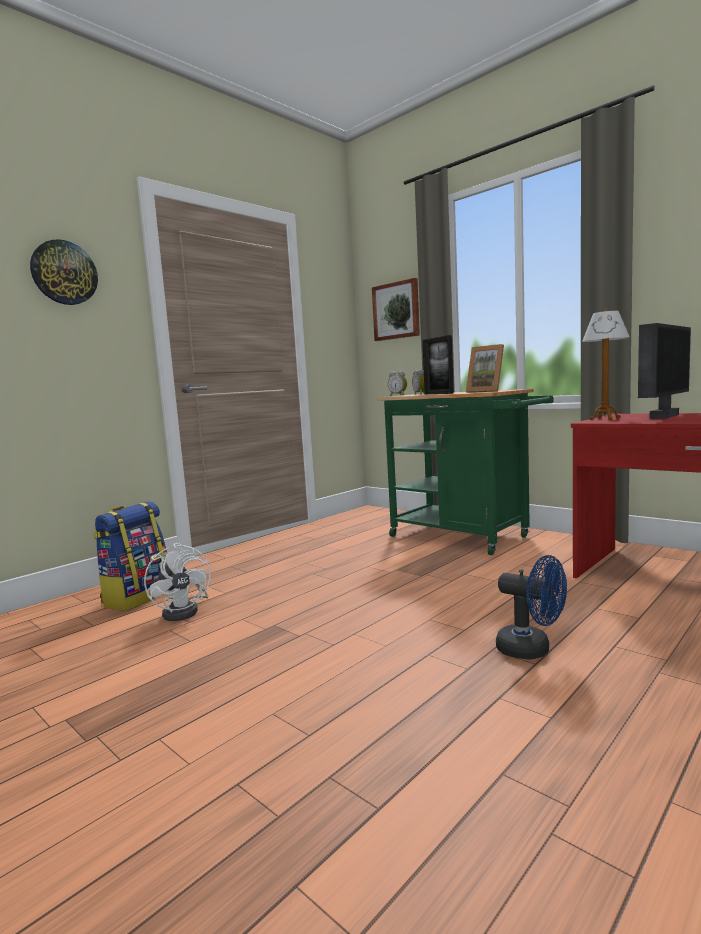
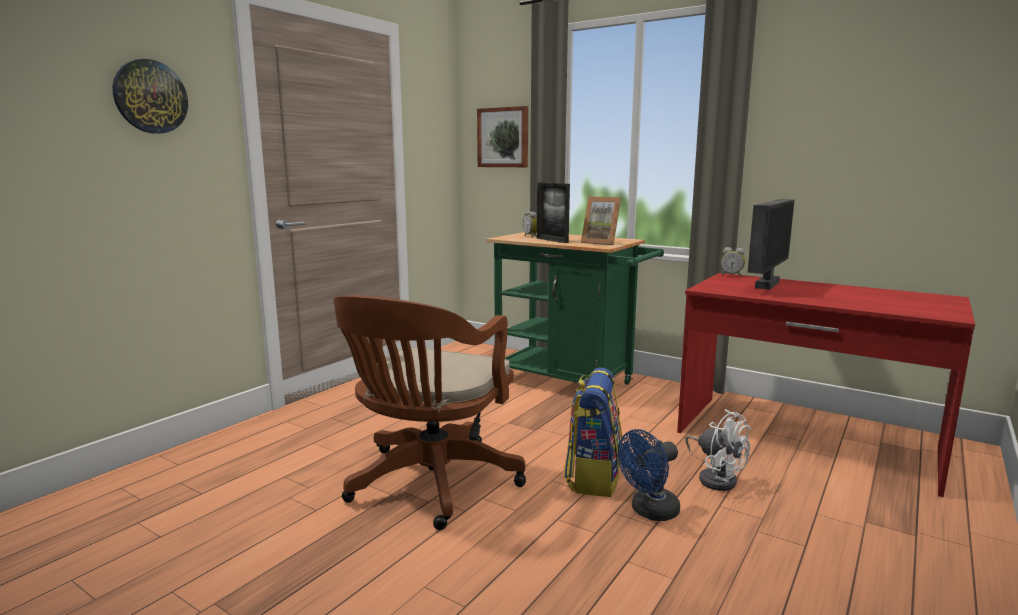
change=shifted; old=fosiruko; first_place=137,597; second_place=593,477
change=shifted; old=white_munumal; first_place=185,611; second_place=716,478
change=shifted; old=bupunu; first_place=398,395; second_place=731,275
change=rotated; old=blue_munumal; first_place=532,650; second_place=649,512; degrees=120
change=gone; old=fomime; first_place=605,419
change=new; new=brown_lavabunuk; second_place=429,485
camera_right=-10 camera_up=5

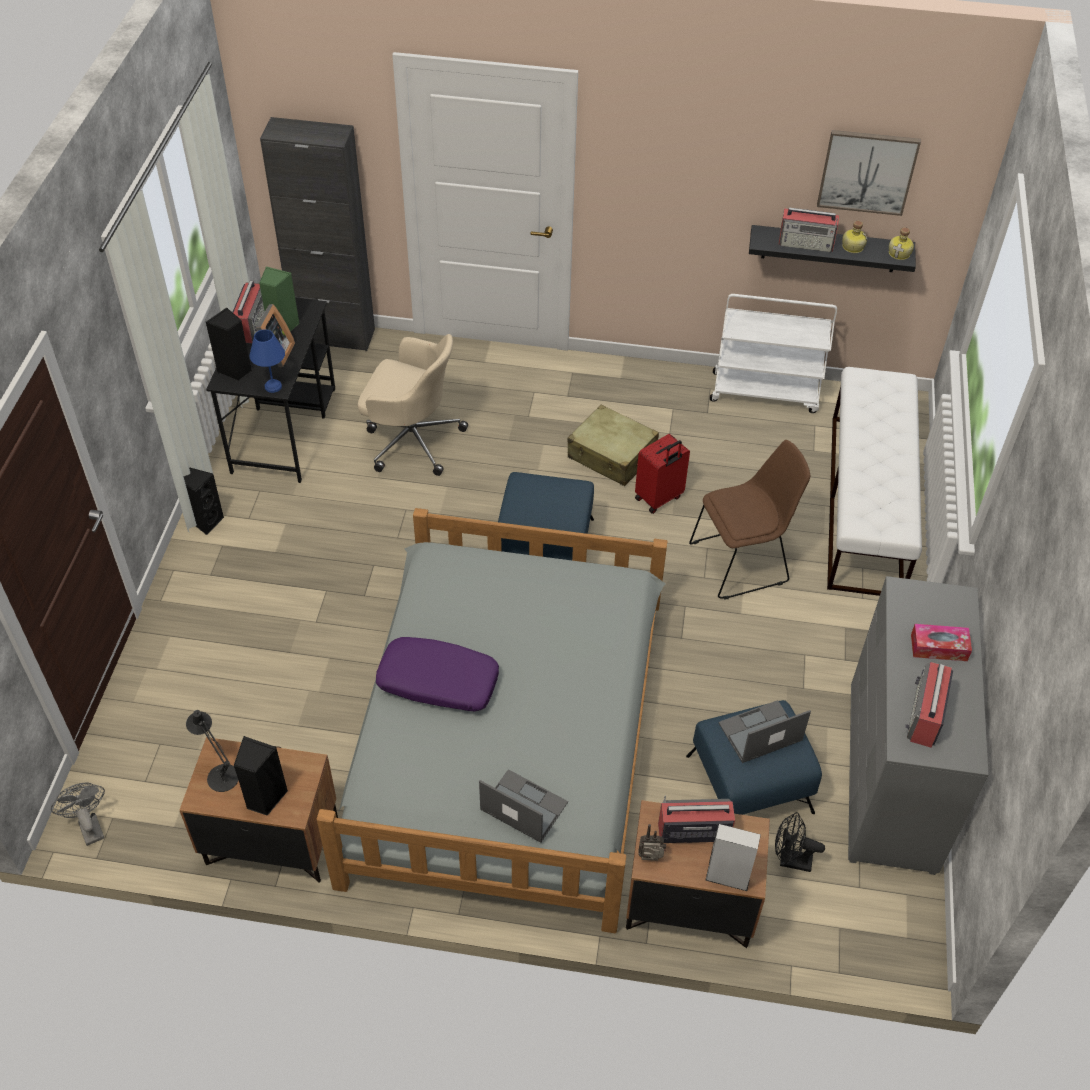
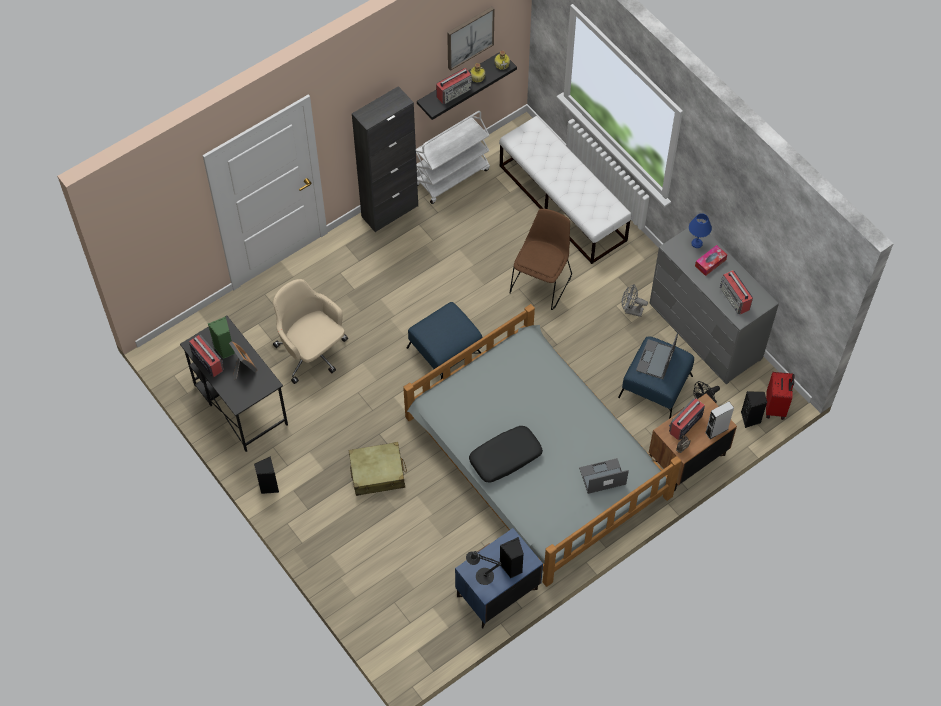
change=shifted; old=grey_munumal; first_place=89,826; second_place=631,310
change=repainted; old=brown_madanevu; new=blue_madanevu; first_place=271,842; second_place=497,593
change=shifted; old=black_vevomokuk; first_place=235,370; second_place=751,419
change=shifted; old=blue_fomime; first_place=272,386; second_place=696,244
change=shifted; old=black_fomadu; first_place=334,335; second_place=390,211
change=rotated; old=beige_lavabunuk; first_place=411,439; second_place=312,353; degrees=-105
change=repainted; old=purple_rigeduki; new=black_rigeduki; first_place=437,682; second_place=505,458
change=shifted; old=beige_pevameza; first_place=612,455; second_place=377,473
change=shifted; old=red_pevameza; first_place=659,498; second_place=776,407
camera_right=-45 camera_up=10

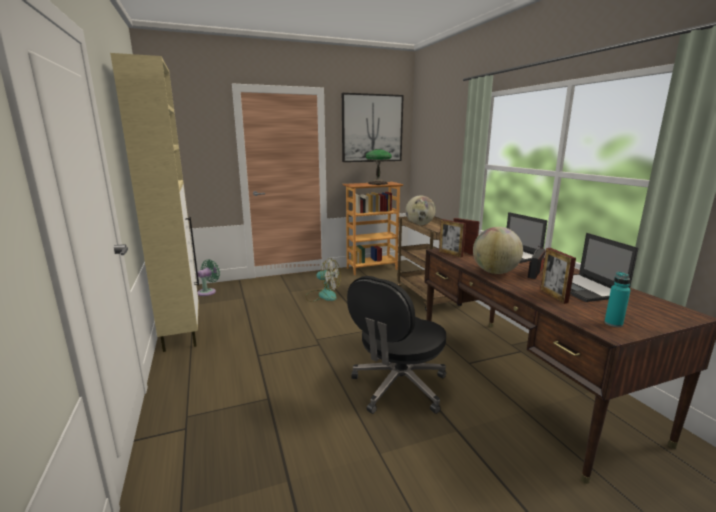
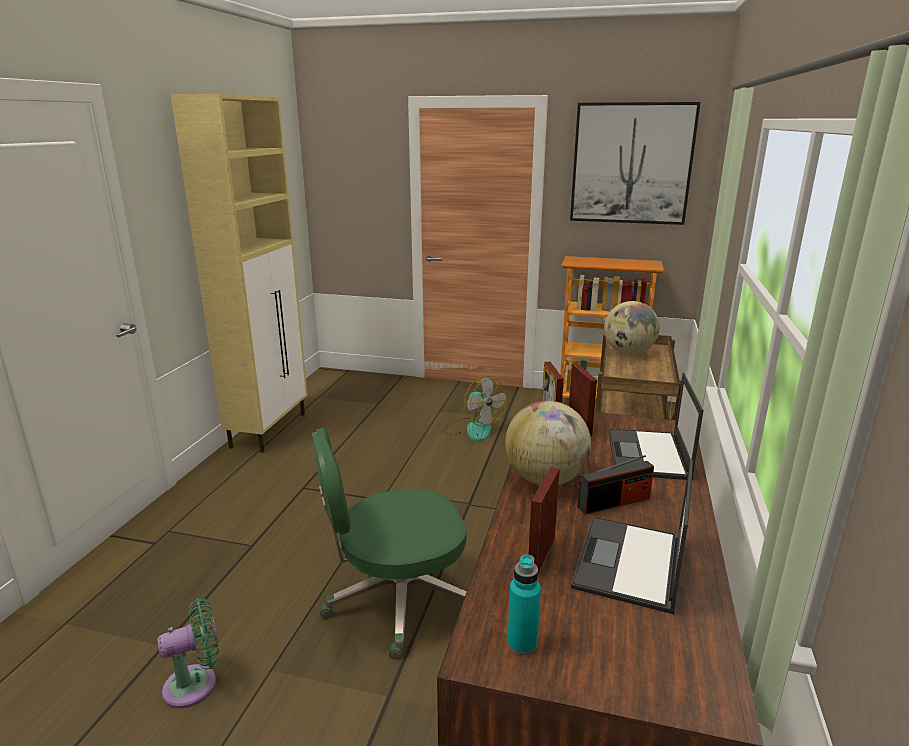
change=shifted; old=green_munumal; first_place=208,292; second_place=196,684
change=repainted; old=black_lavabunuk; new=green_lavabunuk; first_place=398,387; second_place=396,600
change=gone; old=fomime; first_place=378,183
camera_right=35 camera_up=5

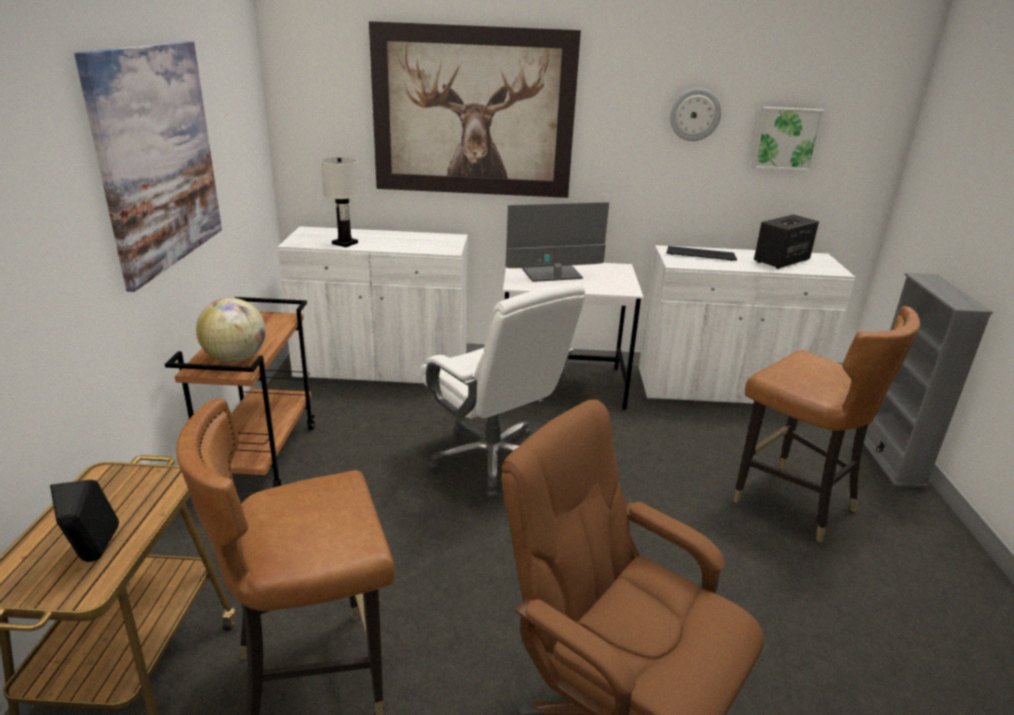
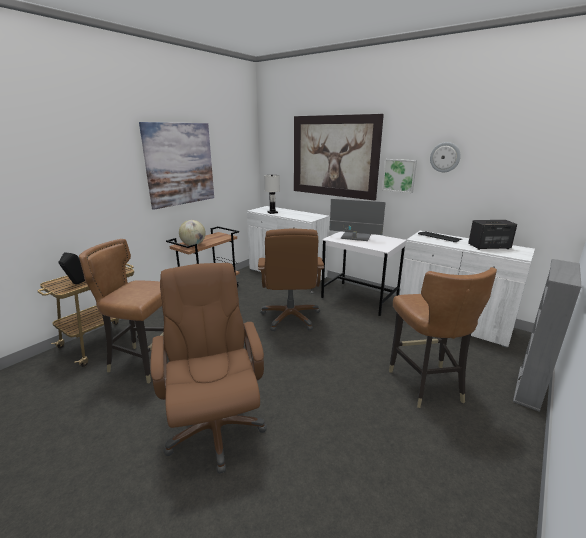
change=repainted; old=white_lavabunuk; new=brown_lavabunuk; first_place=493,460; second_place=290,317
change=shifted; old=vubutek; first_place=786,138; second_place=399,175
camera_right=35 camera_up=-5

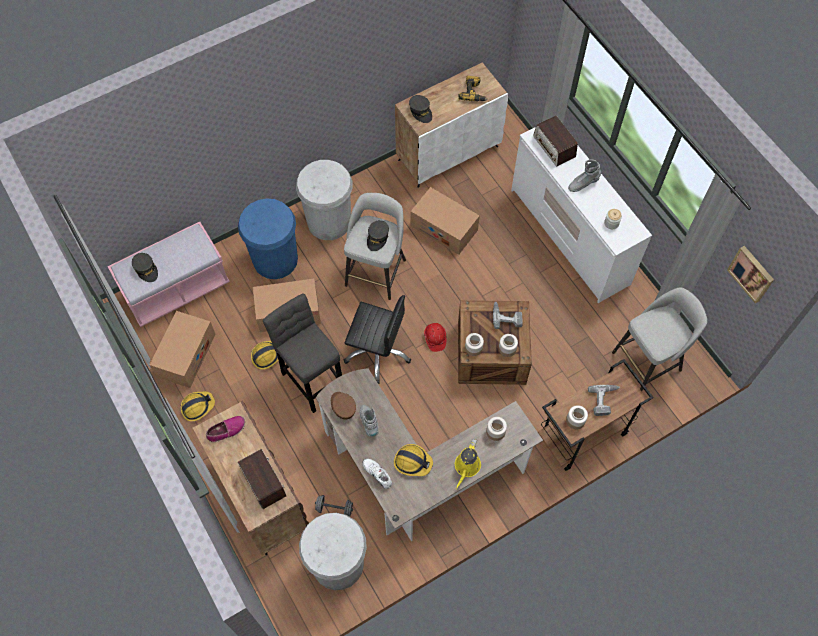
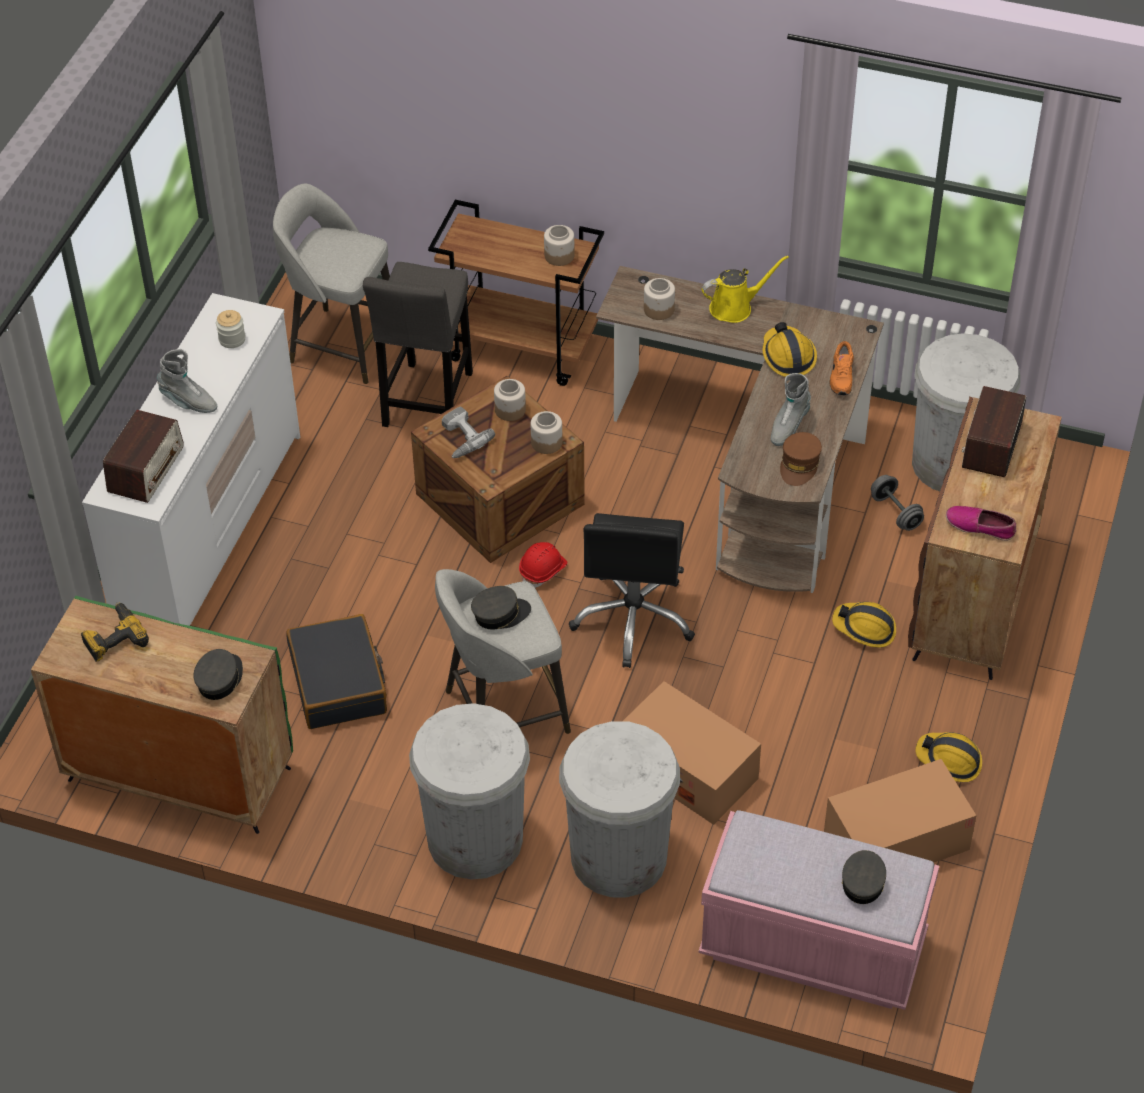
change=repainted; old=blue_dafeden; new=white_dafeden; first_place=275,259; second_place=619,857
change=shifted; old=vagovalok; first_place=267,355; second_place=865,629
change=shifted; old=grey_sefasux; first_place=311,378; second_place=427,404
change=rotated; old=black_lavabunuk; first_place=377,352; second_place=634,619; degrees=-150
change=repainted; old=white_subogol; new=orange_subogol; first_place=377,473; second_place=841,377
change=repainted; old=white_fomadu; new=green_fomadu; first_place=448,153; second_place=178,774
change=swapped; old=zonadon; new=black_pevameza; first_place=444,228; second_place=339,683
change=gone; old=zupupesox; first_place=605,400
change=gone; old=vubutek; first_place=752,273
camera_right=-130 camera_up=-15

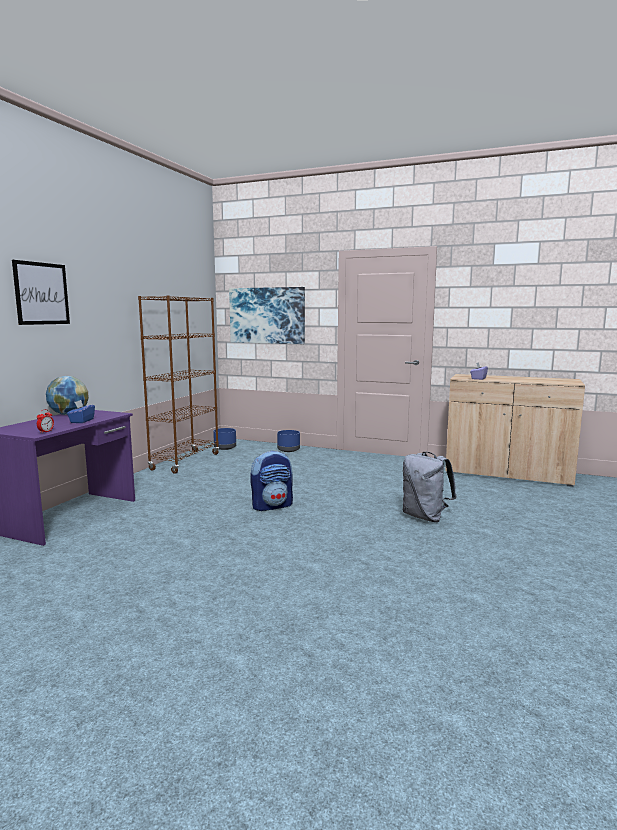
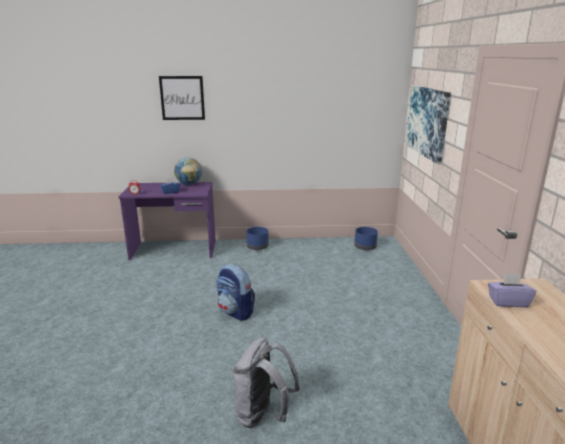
change=gone; old=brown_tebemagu; first_place=185,462
change=shifted; old=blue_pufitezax; first_place=288,450; second_place=257,247
camera_right=65 camera_up=10

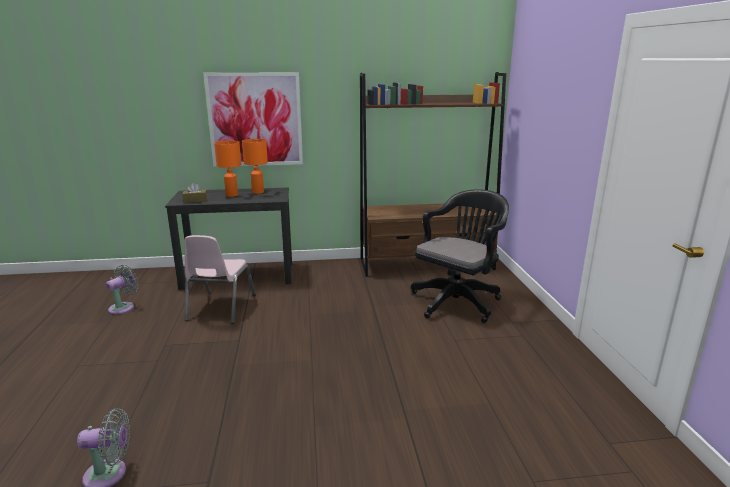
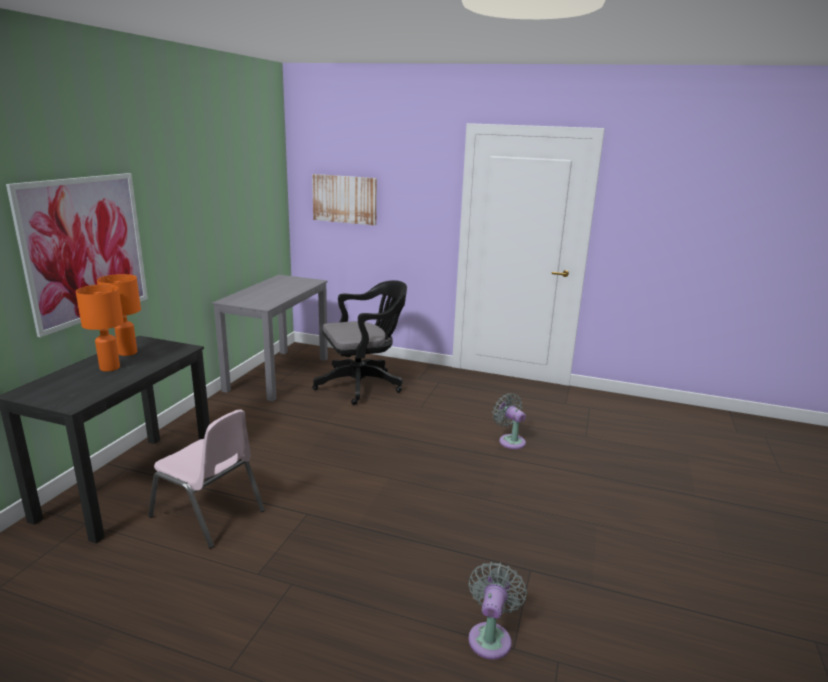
change=shifted; old=grey_munumal; first_place=124,307; second_place=510,440
change=gone; old=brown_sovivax; first_place=195,200
change=swapped; old=brown_tebemagu; new=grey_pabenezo; first_place=427,265; second_place=278,373
change=rotated; old=black_lavabunuk; first_place=458,301; second_place=363,384; degrees=90
change=new; new=vubutek; second_place=345,199
camera_right=-65 camera_up=0

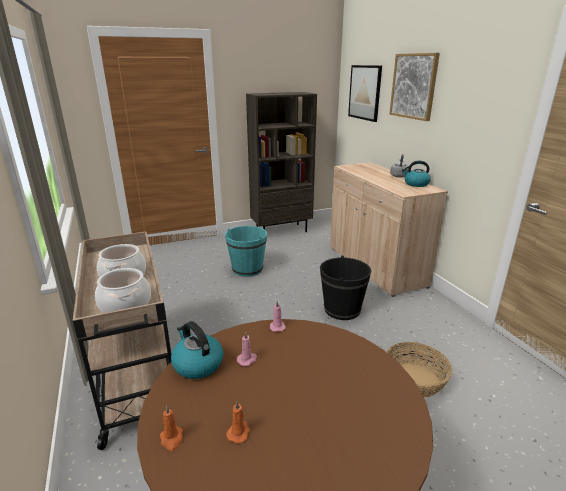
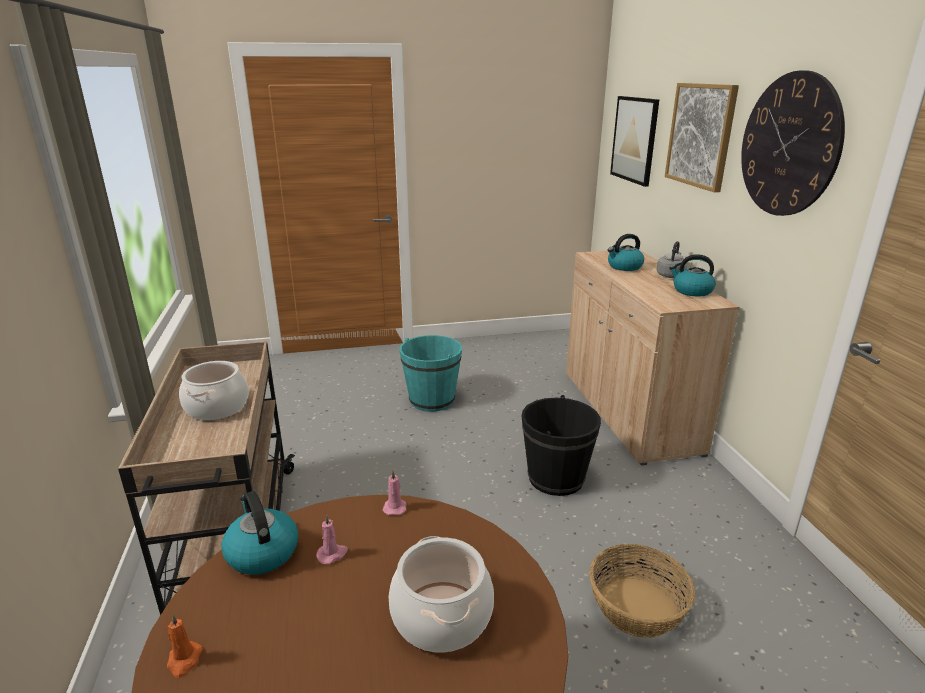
change=shifted; old=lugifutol; first_place=125,305; second_place=441,616
change=gone; old=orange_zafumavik; first_place=239,432
change=gone; old=brown_tebemagu; first_place=281,231
change=new; new=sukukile; second_place=624,267
change=new; new=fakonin; second_place=789,145
camera_right=10 camera_up=0

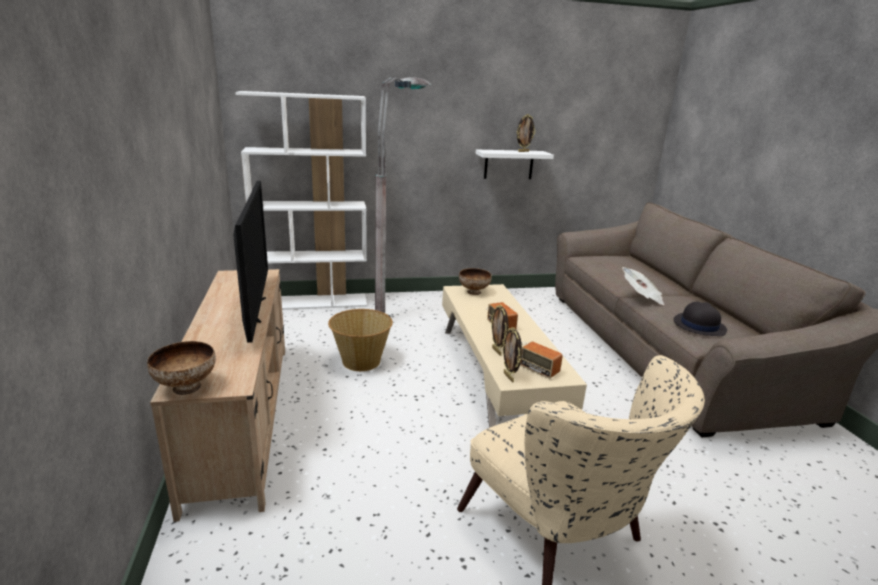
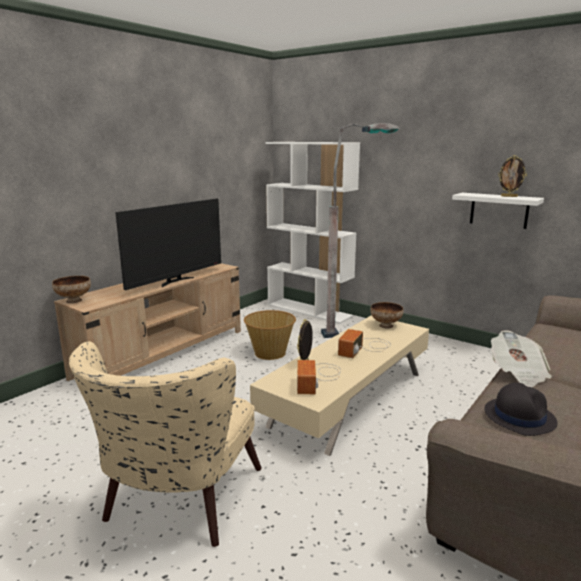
change=gone; old=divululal; first_place=509,377
camera_right=50 camera_up=-5

